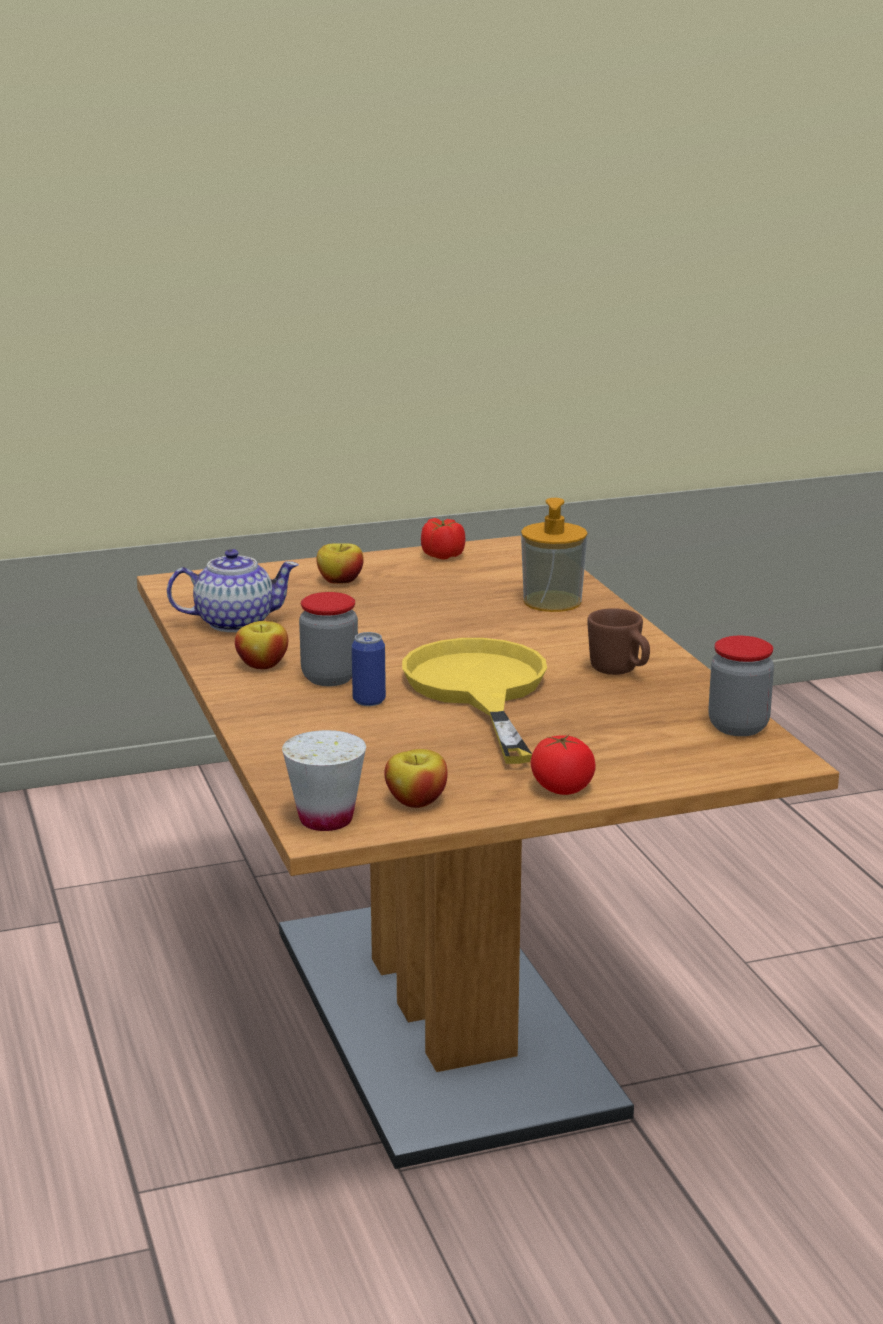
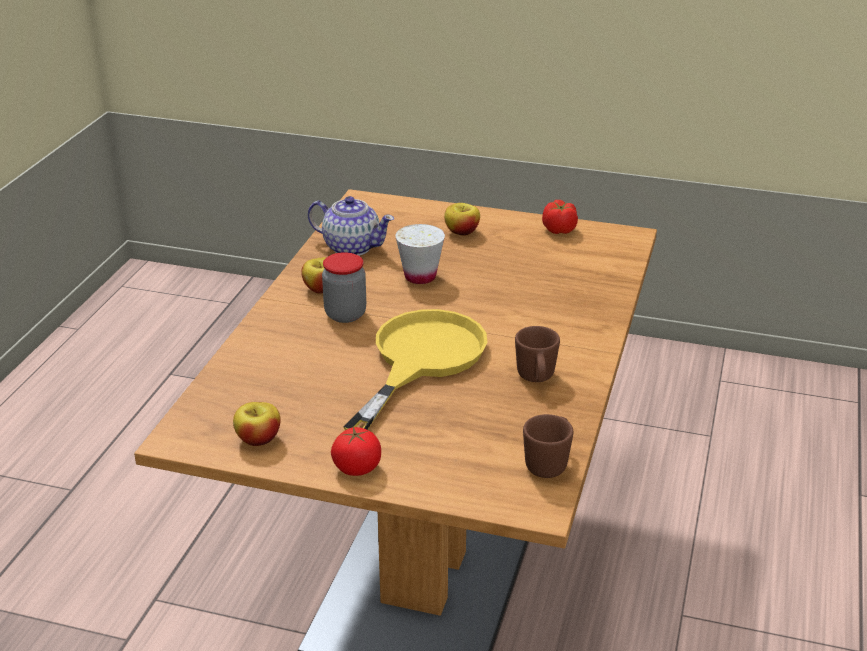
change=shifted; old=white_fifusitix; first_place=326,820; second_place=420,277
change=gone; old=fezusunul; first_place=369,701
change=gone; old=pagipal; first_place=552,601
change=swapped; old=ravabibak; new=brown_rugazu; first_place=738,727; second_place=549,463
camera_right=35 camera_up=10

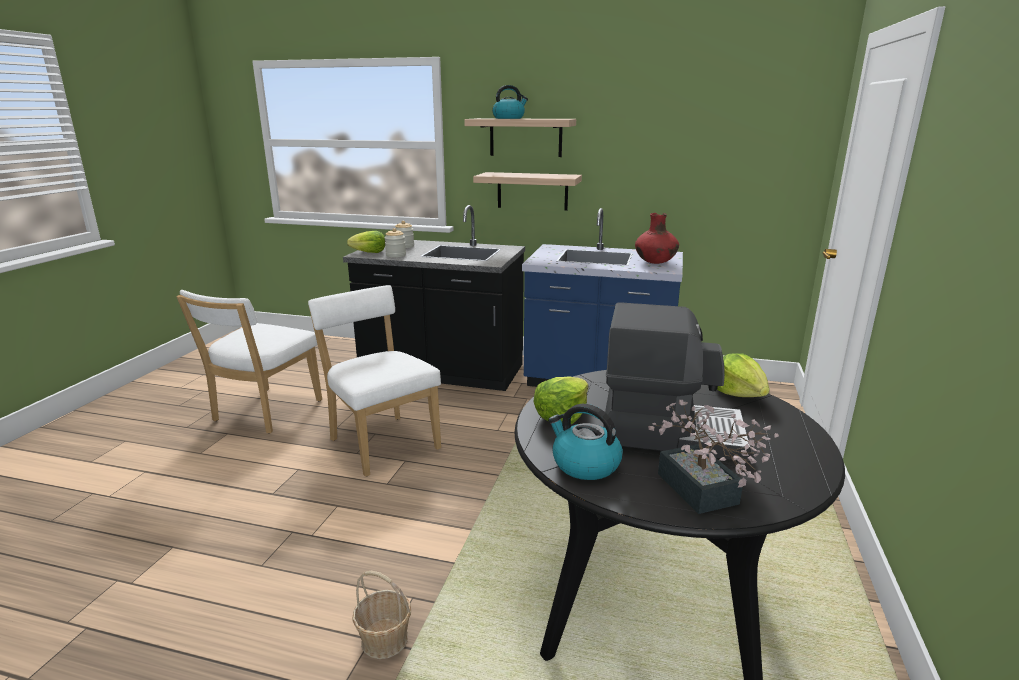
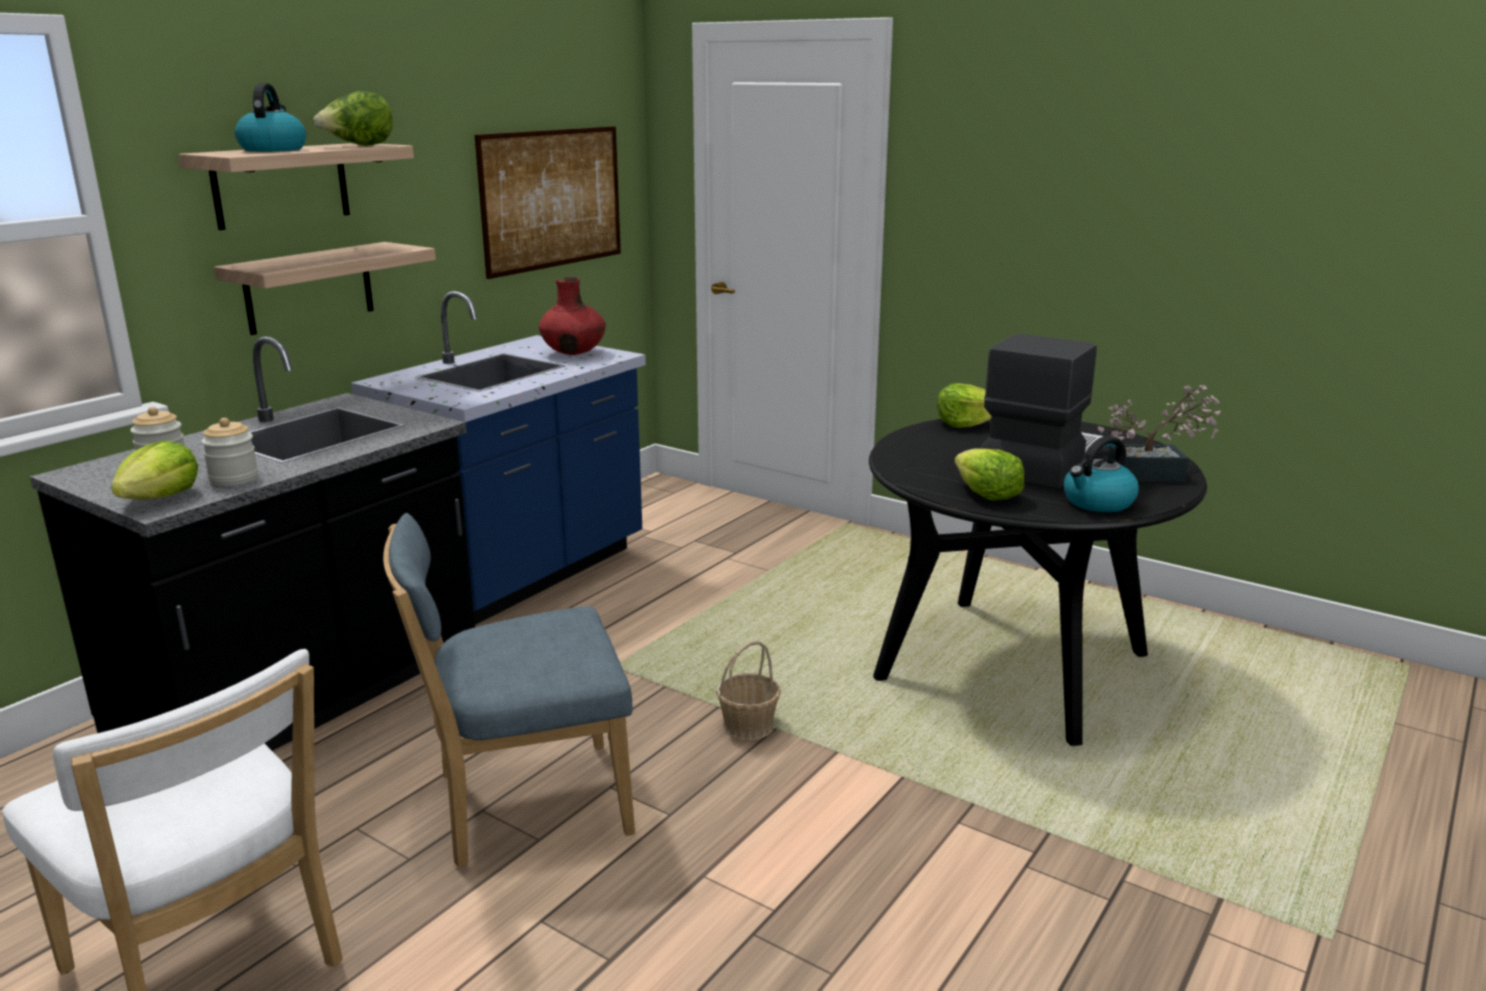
change=repainted; old=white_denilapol; new=blue_denilapol; first_place=382,442; second_place=523,805
change=shifted; old=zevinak; first_place=384,640; second_place=749,725
change=new; new=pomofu; second_place=358,146
change=new; new=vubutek; second_place=552,199
camera_right=-70 camera_up=0

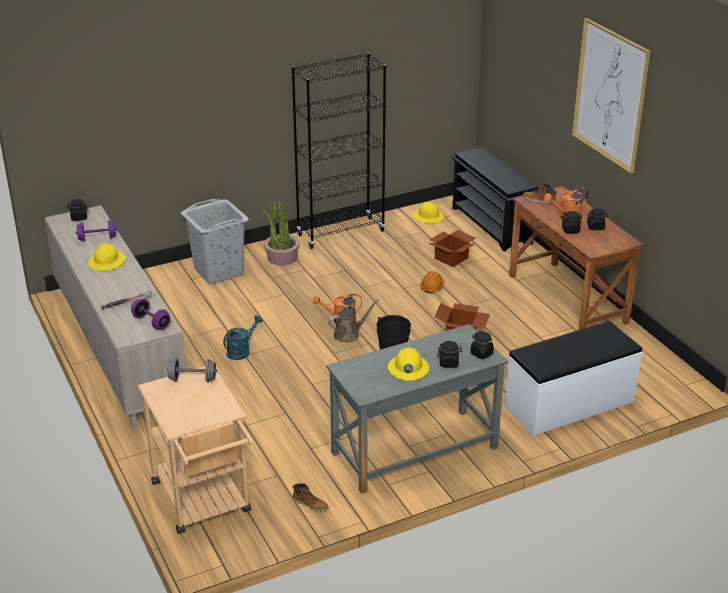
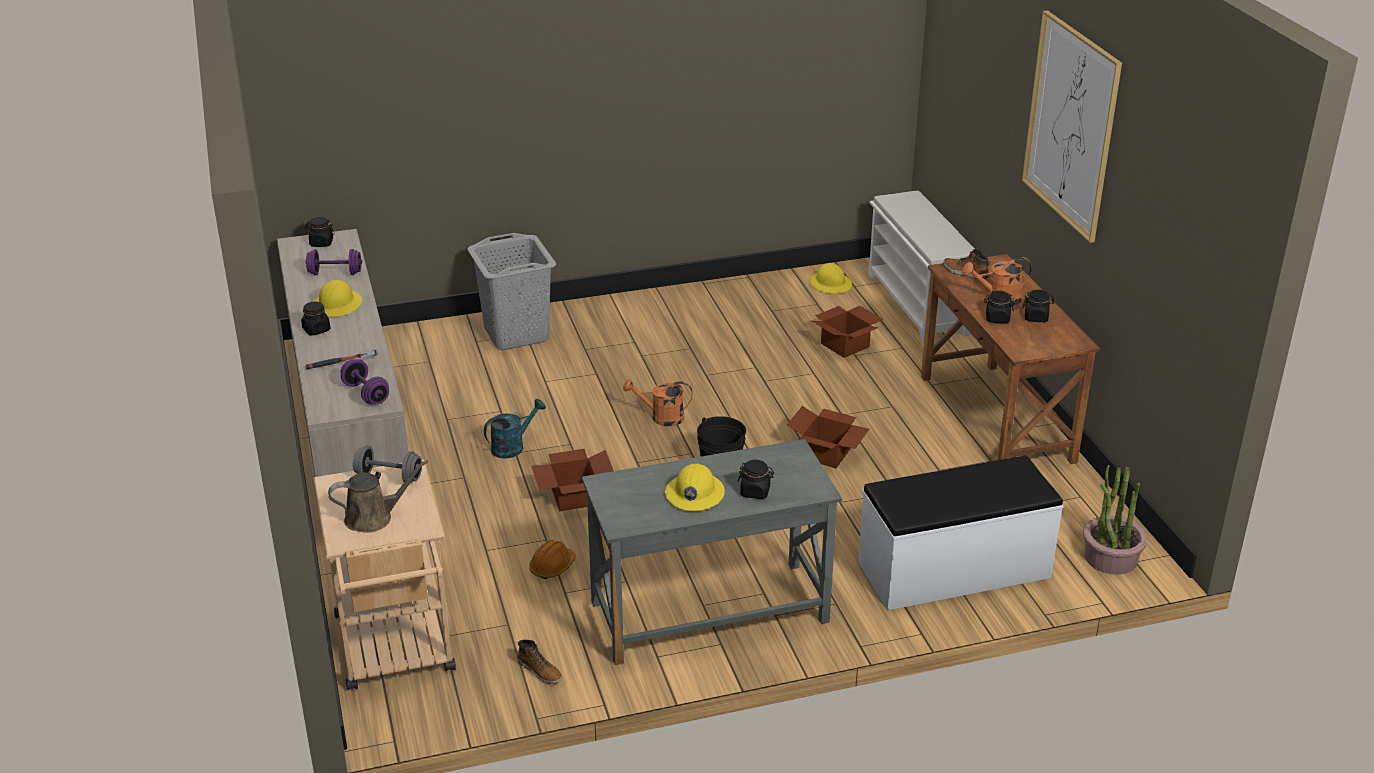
change=shifted; old=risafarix; first_place=282,258; second_place=1110,558
change=gone; old=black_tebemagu; first_place=341,233
change=shifted; old=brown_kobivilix; first_place=349,334; second_place=373,518
change=shifted; old=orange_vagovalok; first_place=432,287; second_place=552,567
change=repainted; old=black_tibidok; new=white_tibidok; first_place=492,225; second_place=918,304
change=shifted; old=black_ravabibak; first_place=481,353; second_place=316,330
change=new; new=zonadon; second_place=573,496
camera_right=10 camera_up=0

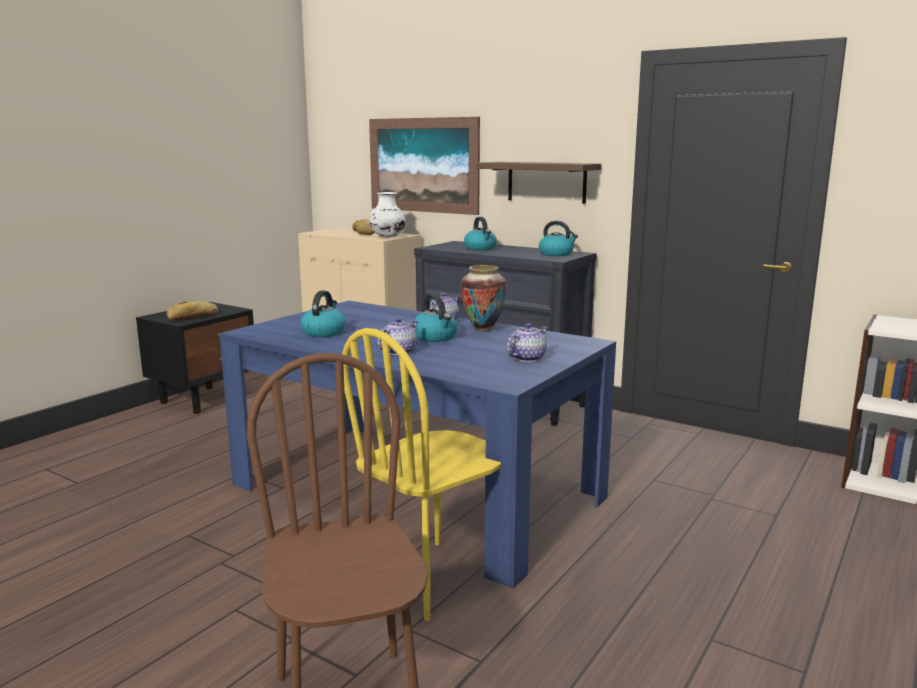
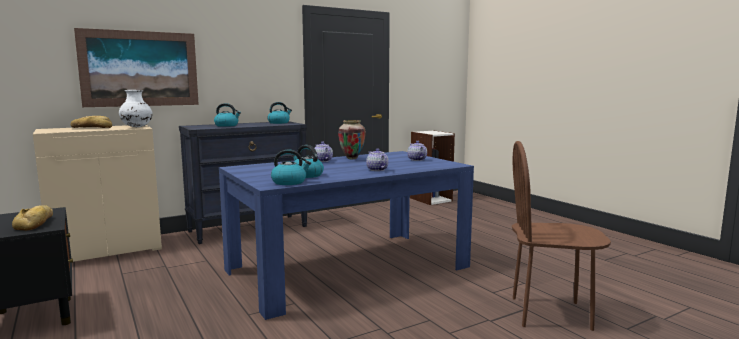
change=gone; old=yellow_denilapol; first_place=431,578
change=shifted; old=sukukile; first_place=435,337; second_place=289,182
change=gone; old=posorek; first_place=546,182
camera_right=-65 camera_up=-5

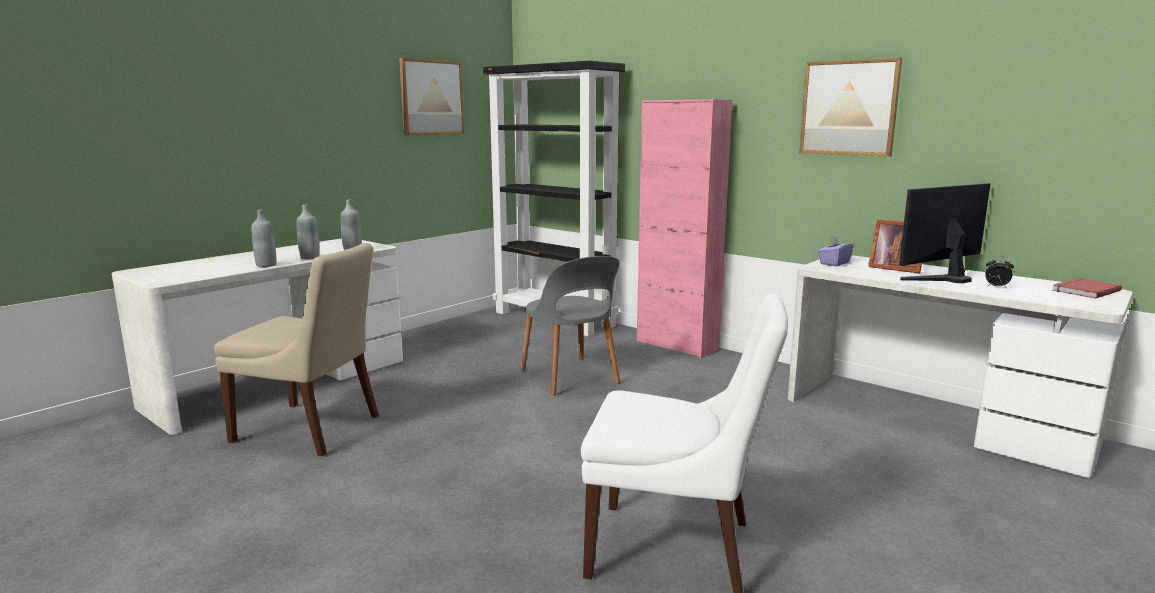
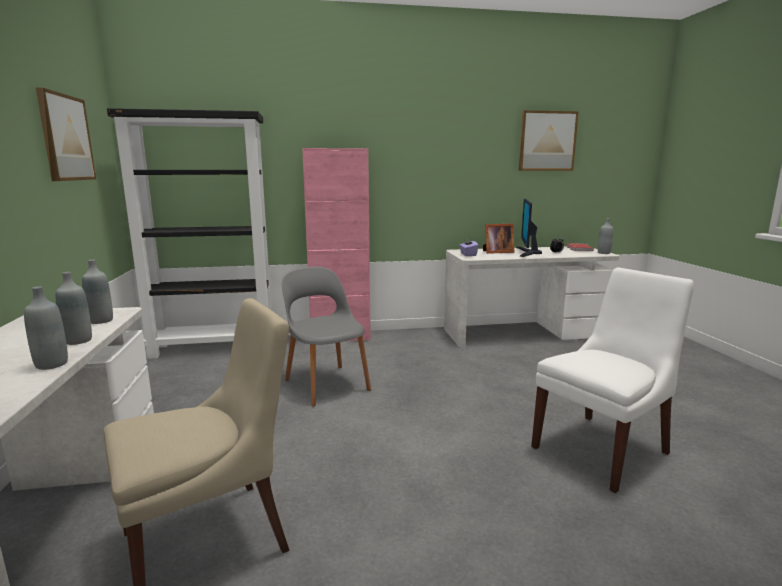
change=rotated; old=grey_denilapol; first_place=570,377; second_place=326,384; degrees=-135
change=shifted; old=vubutek; first_place=849,108; second_place=547,141
change=new; new=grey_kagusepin; second_place=604,253
camera_right=-50 camera_up=0

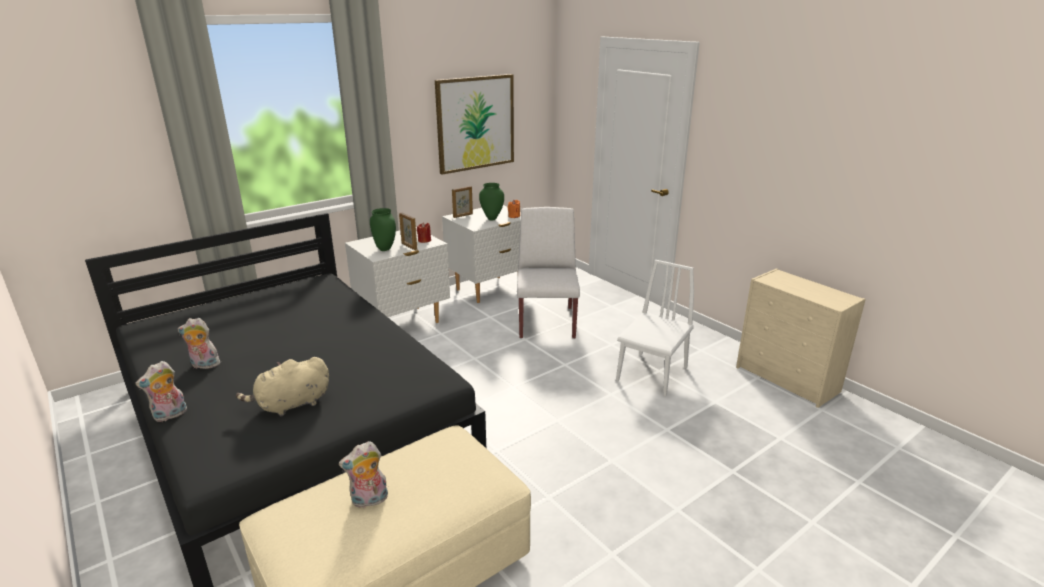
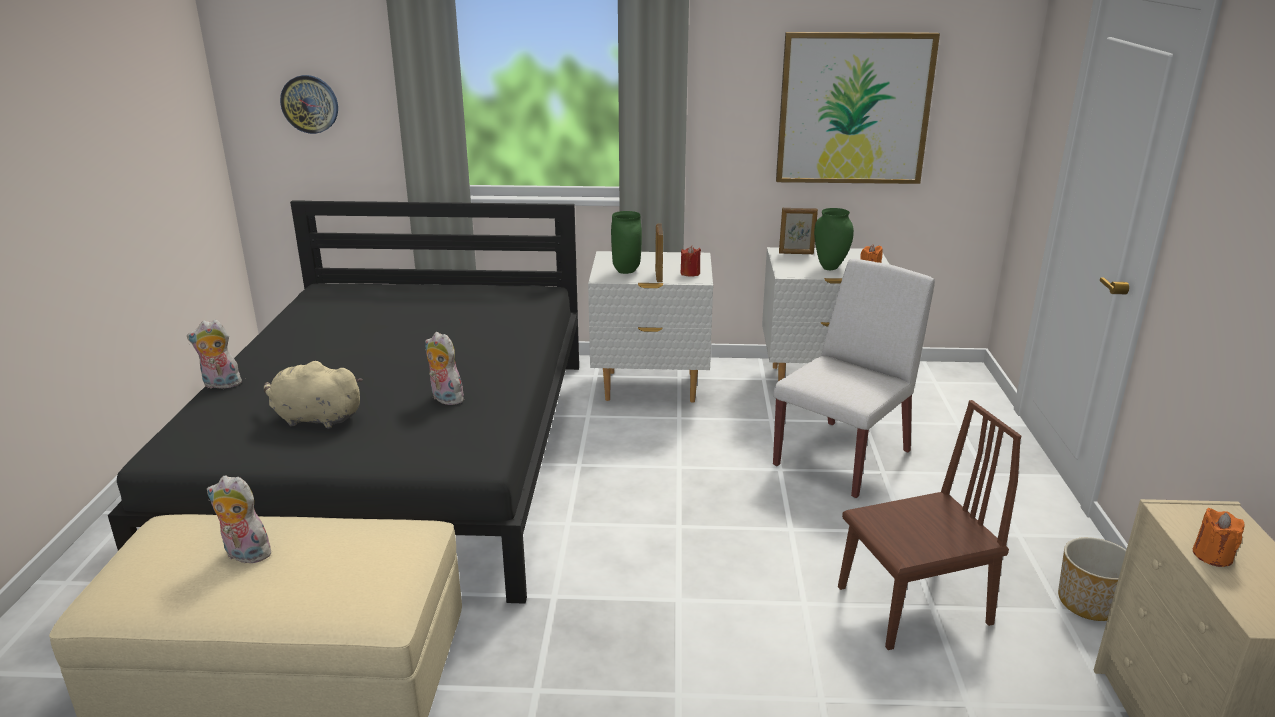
change=shifted; old=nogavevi; first_place=204,365; second_place=444,398
change=repainted; old=white_denilapol; new=brown_denilapol; first_place=652,373; second_place=913,605
change=new; new=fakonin; second_place=310,104
change=new; new=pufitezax; second_place=1088,603
change=new; new=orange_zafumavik; second_place=1212,555
camera_right=40 camera_up=0

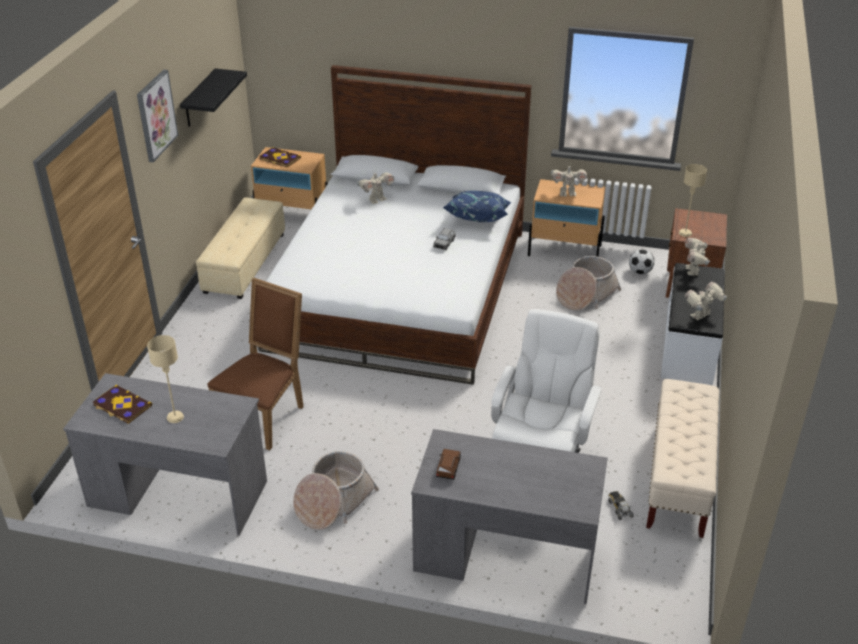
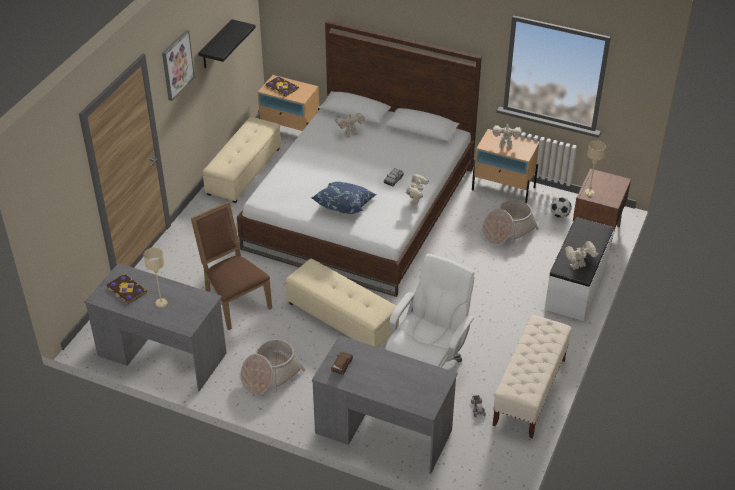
change=rotated; old=brown_denilapol; first_place=265,415; second_place=235,302; degrees=-75
change=shifted; old=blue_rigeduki; first_place=478,217; second_place=345,205
change=shifted; old=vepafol; first_place=693,271; second_place=416,200
change=new; new=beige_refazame; second_place=341,318
camera_right=10 camera_up=5

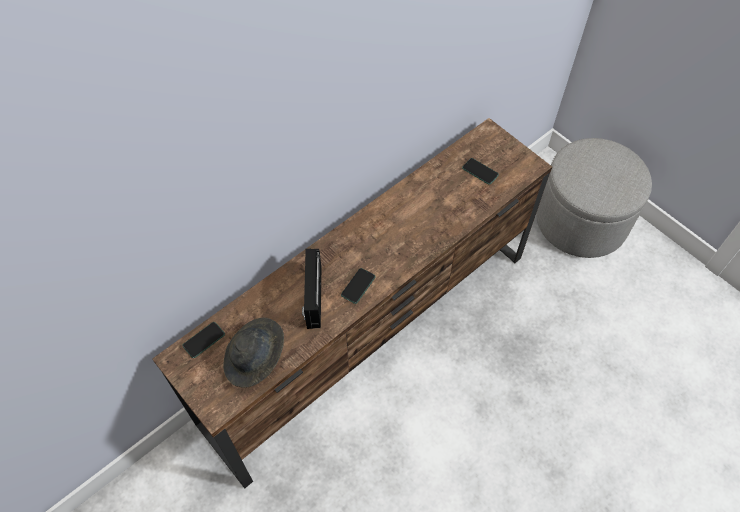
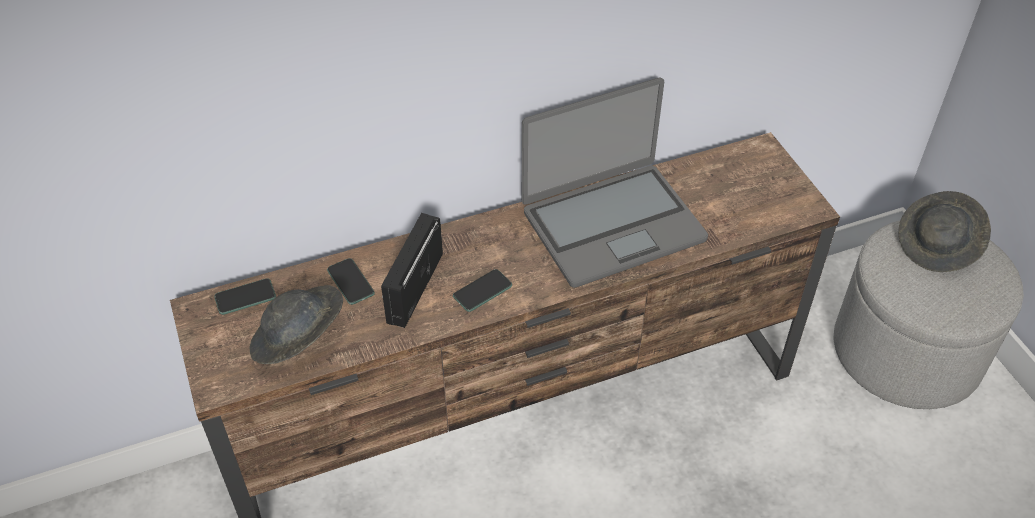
change=shifted; old=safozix; first_place=480,171; second_place=350,282
change=new; new=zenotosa; second_place=612,224
change=new; new=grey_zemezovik; second_place=938,246
camera_right=20 camera_up=-10

